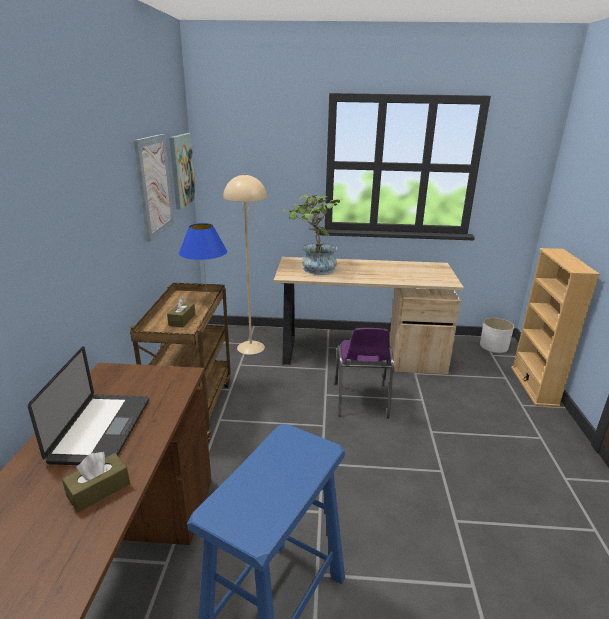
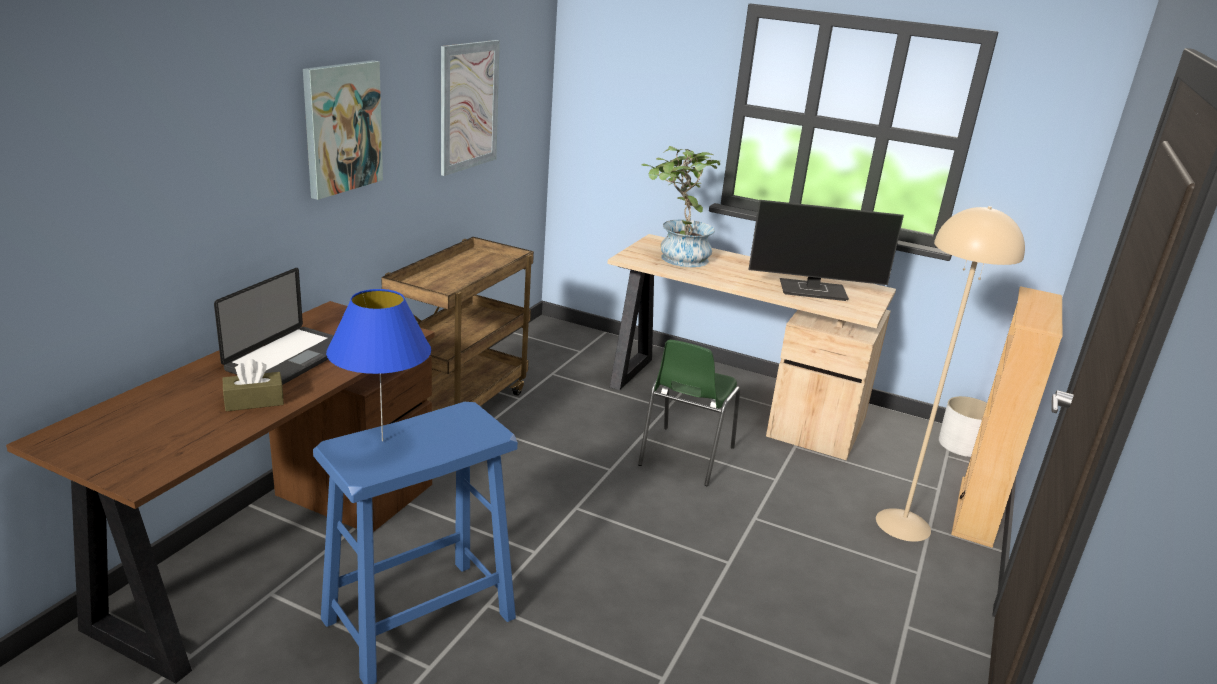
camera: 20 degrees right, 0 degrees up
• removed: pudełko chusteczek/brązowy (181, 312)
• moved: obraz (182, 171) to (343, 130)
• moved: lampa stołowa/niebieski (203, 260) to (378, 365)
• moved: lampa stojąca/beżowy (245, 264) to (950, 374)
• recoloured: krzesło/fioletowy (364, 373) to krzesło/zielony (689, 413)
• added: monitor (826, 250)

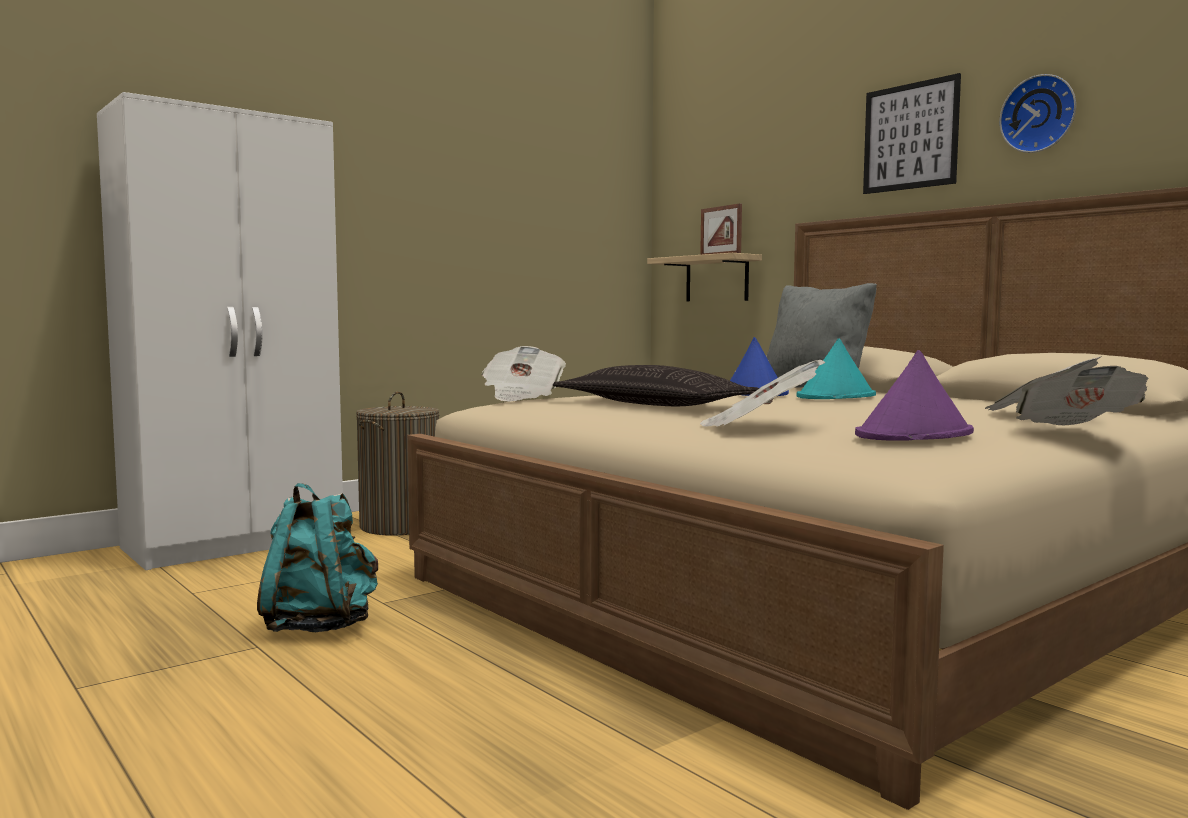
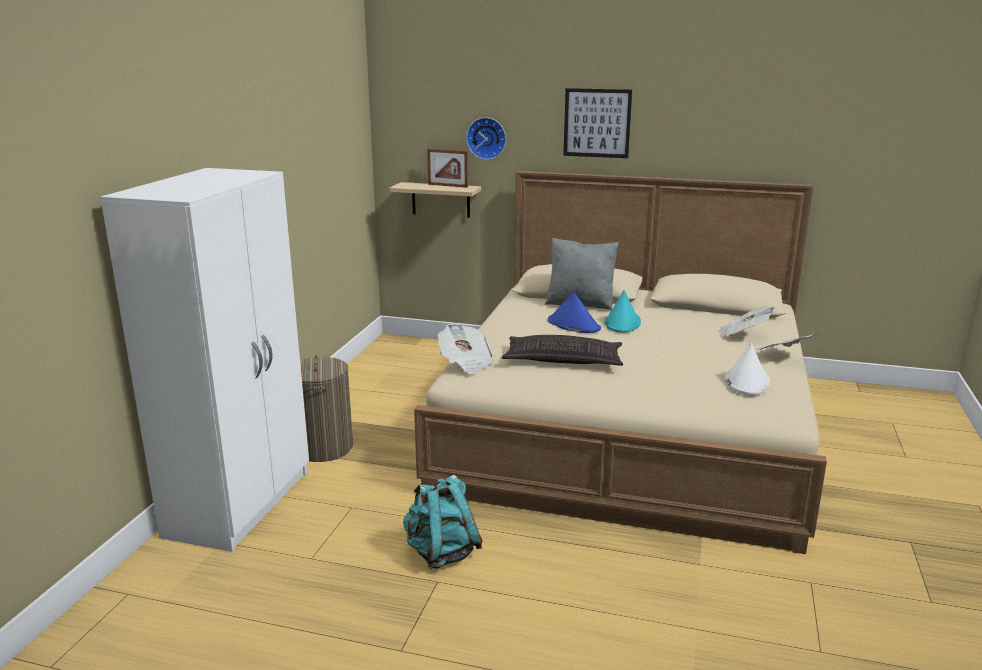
camera: 35 degrees left, 15 degrees up
• removed: gazeta (762, 393)
• recoloured: kapelusz/fioletowy (914, 395) to kapelusz/biały (747, 369)
• moved: zegar ścienny (1037, 113) to (486, 138)

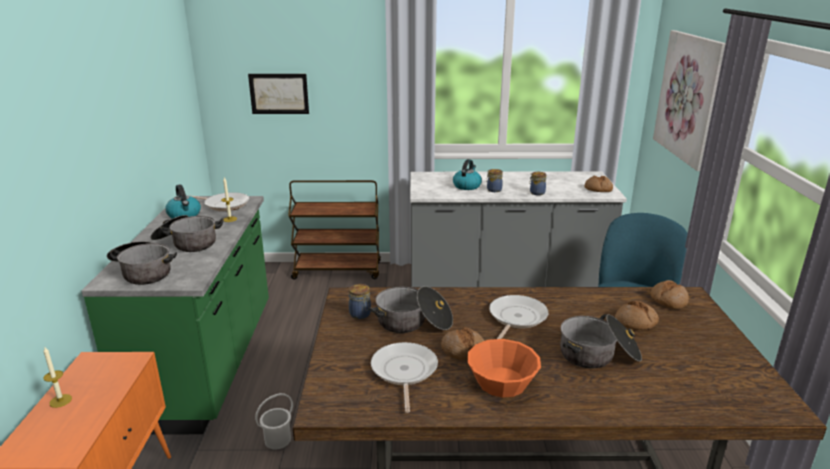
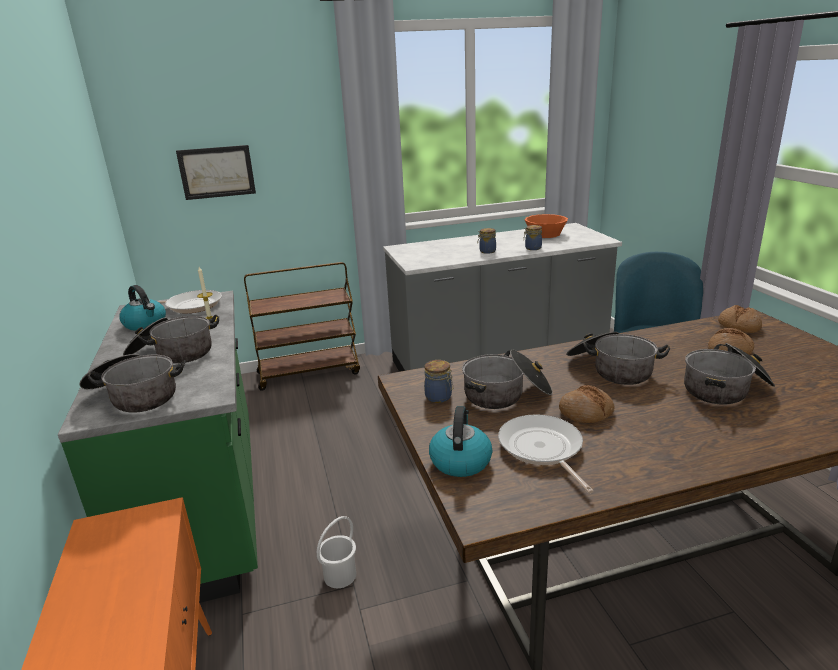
camera: 15 degrees left, 0 degrees up
• removed: świeca (57, 377)
• moved: czajnik (467, 174) to (460, 441)
• moved: miska/pomarańczowy (504, 368) to (546, 226)
• replaced: patelnia (518, 317) to garnek (618, 358)
• removed: chleb (598, 183)
• removed: obraz (689, 100)

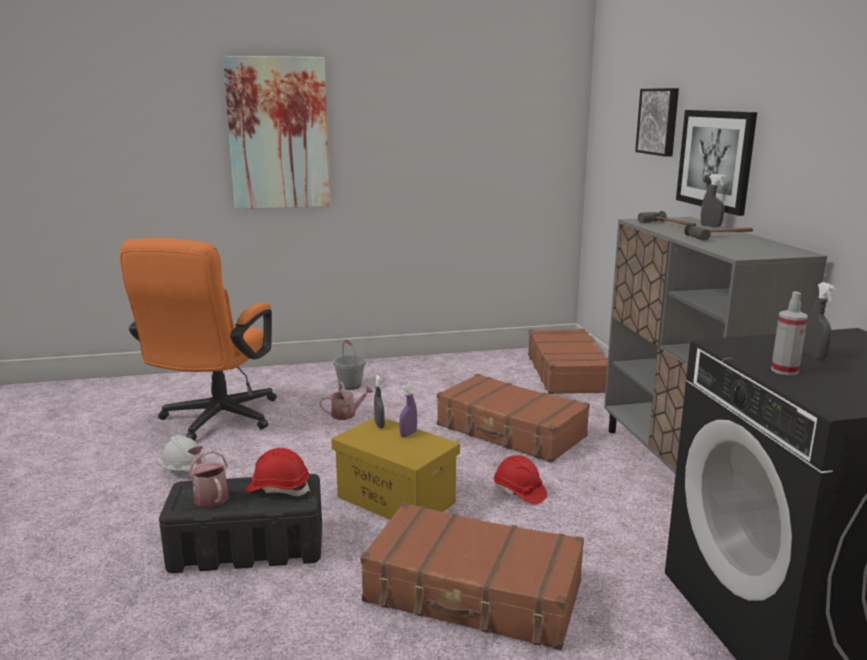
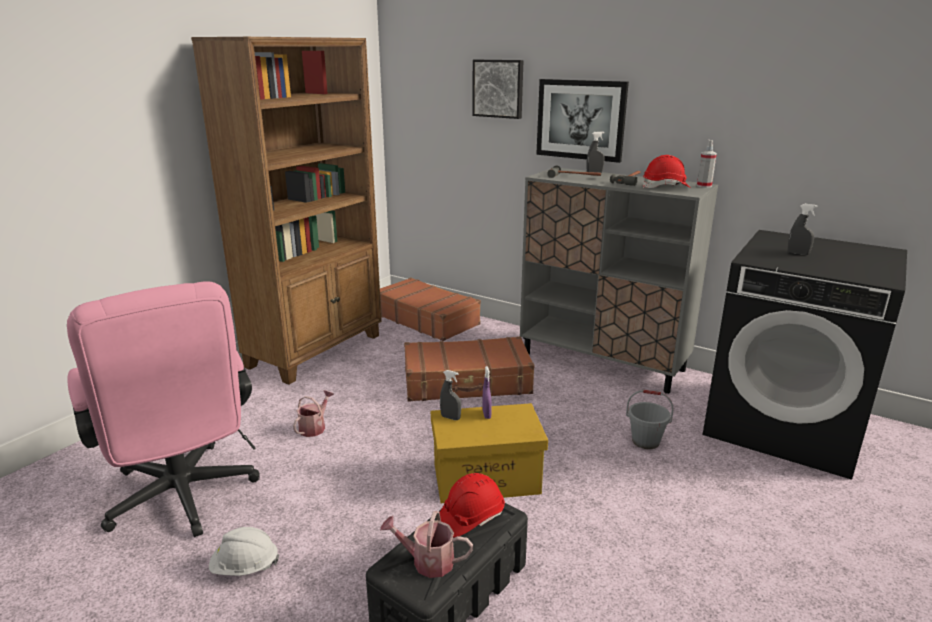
camera: 45 degrees left, 5 degrees up
• recoloured: krzesło biurowe/pomarańczowy (198, 339) to krzesło biurowe/różowy (163, 409)
• removed: obraz (277, 132)
• moved: wiadro/szary (349, 365) to (650, 419)
• removed: walizka/brązowy (472, 576)
• moved: kask/czerwony (520, 479) to (665, 171)
• moved: spryskiwacz (789, 333) to (707, 164)
• added: regał/brązowy (286, 211)

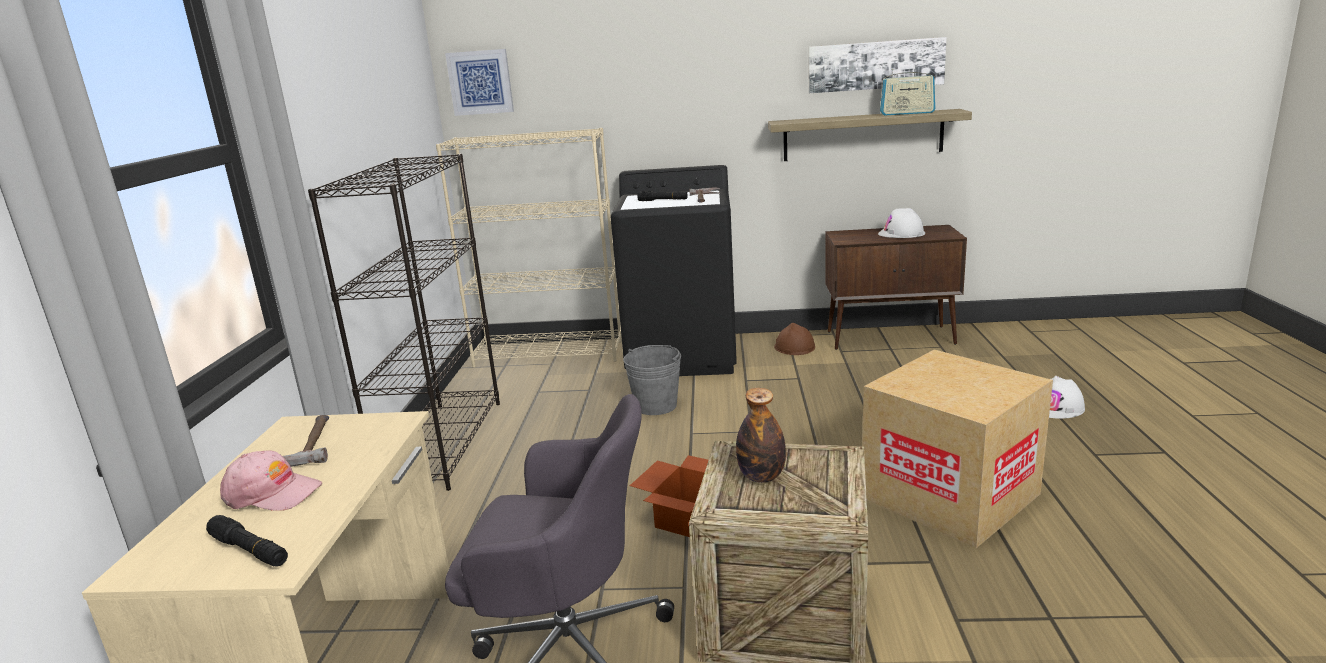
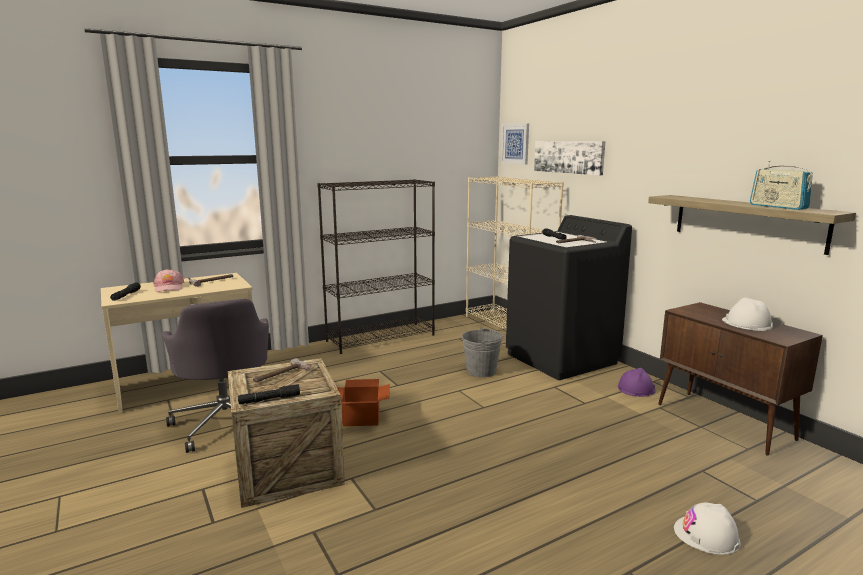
camera: 55 degrees right, 5 degrees down
• replaced: butelka (761, 435) to młotek (282, 370)
• recoloured: kask/brązowy (794, 339) to kask/fioletowy (637, 382)
• moved: obraz (877, 65) to (570, 158)
• removed: karton (957, 449)
• added: latarka/czarny (269, 394)

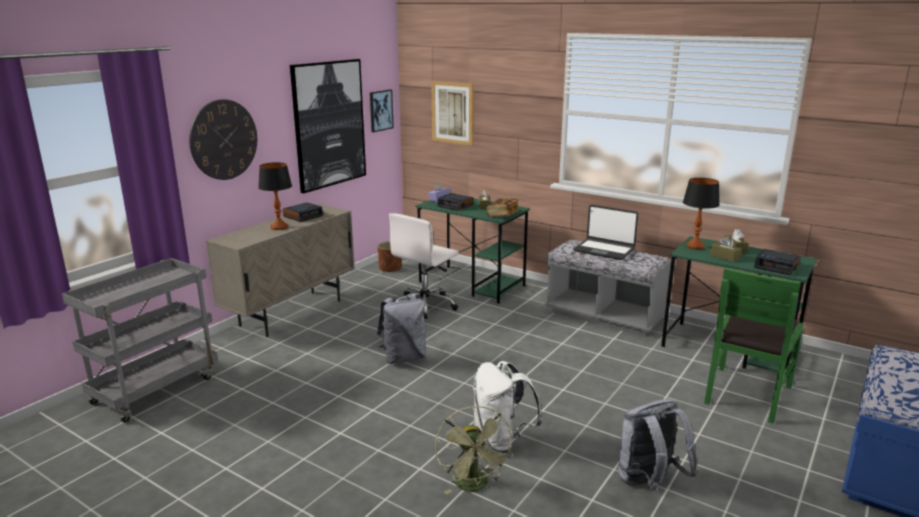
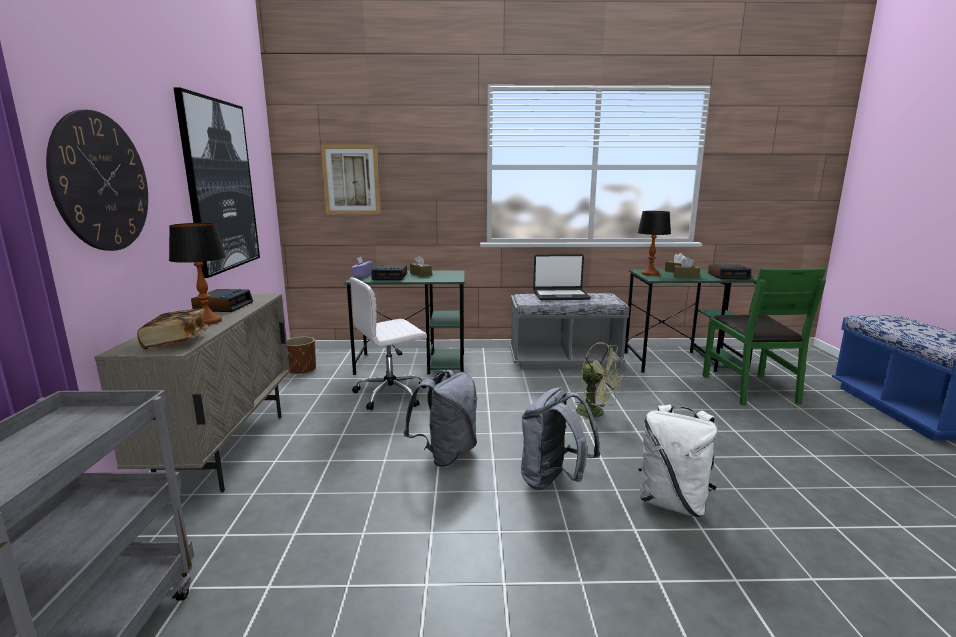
camera: 35 degrees left, 5 degrees down
• removed: obraz (382, 111)
• turned: krzesło biurowe/biały (424, 266) = (388, 344) 60 degrees clockwise
• moved: wentylator/zielony (474, 450) to (600, 382)
• moved: książka (502, 208) to (172, 328)
• moved: plecak/szary (658, 445) to (560, 438)

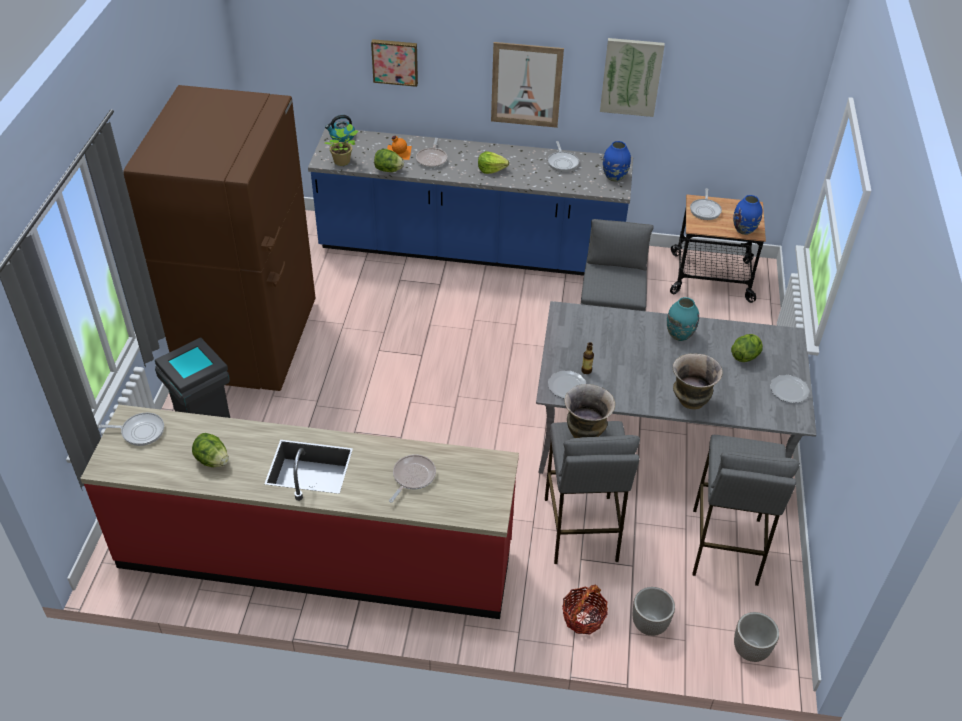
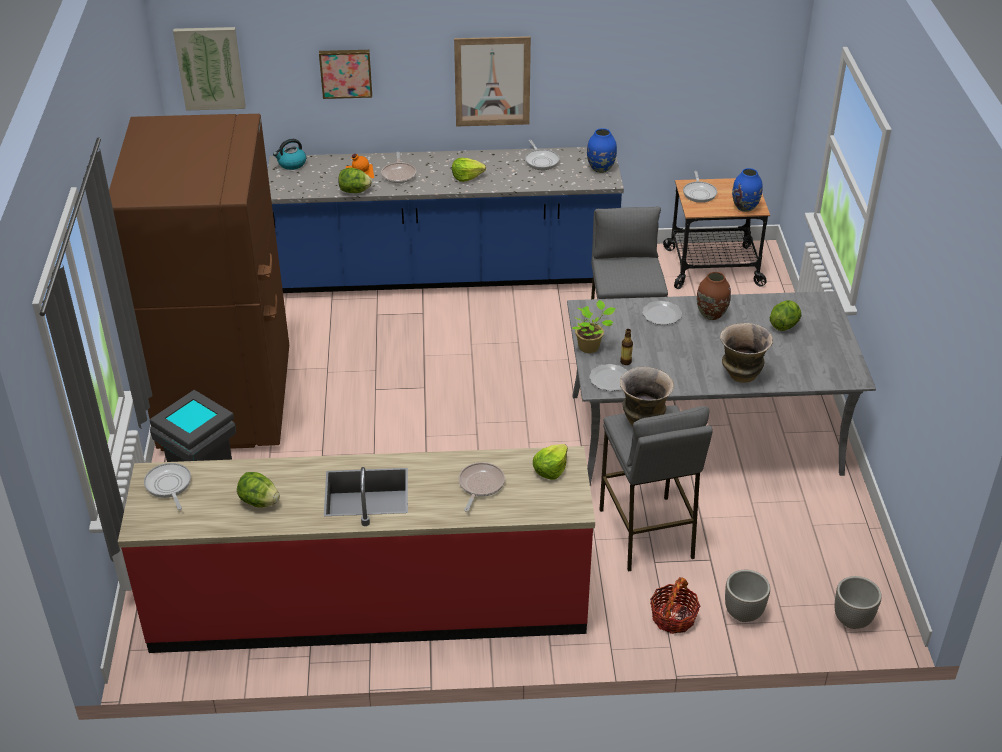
camera: 10 degrees left, 5 degrees down
• turned: patelnia (131, 429) = (167, 486) 105 degrees counterclockwise
• moved: roślina doniczkowa (341, 145) to (594, 326)
• moved: obraz (632, 77) to (209, 68)
• recoloured: wazon/turkusowy (683, 319) to wazon/brązowy (714, 296)
• removed: stołek/szary (746, 510)
• moved: talerz (790, 389) to (662, 313)
• added: sałata (550, 462)

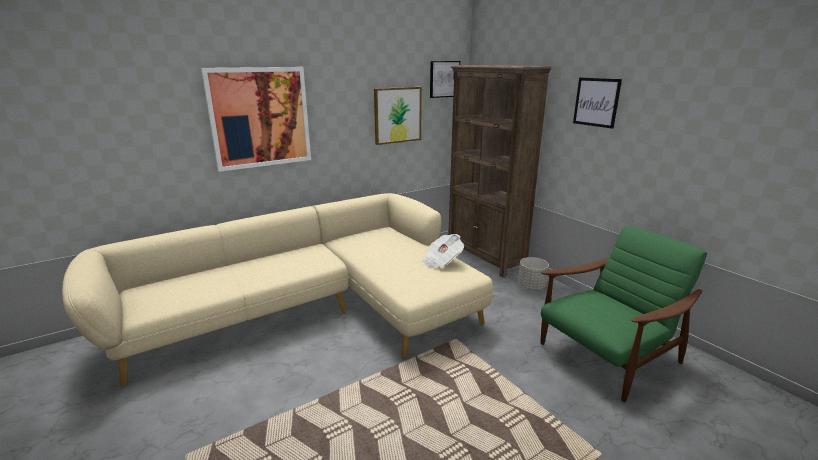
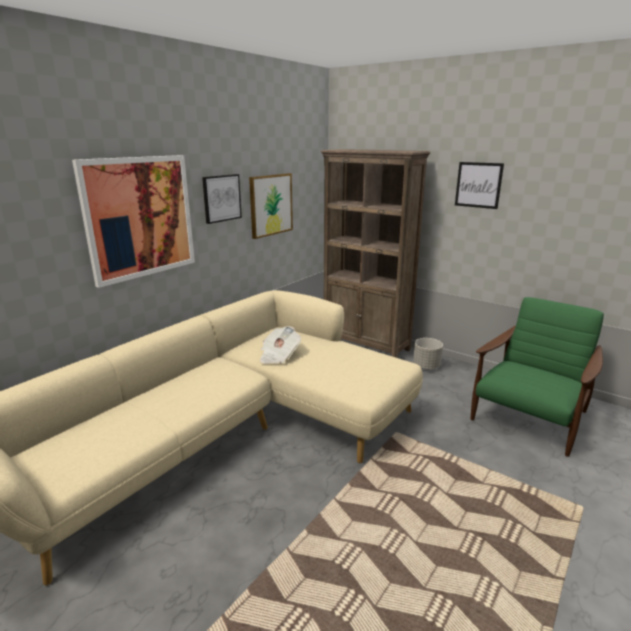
camera: 20 degrees left, 0 degrees up
• moved: gazeta (442, 251) to (280, 345)
• moved: obraz (445, 79) to (222, 199)

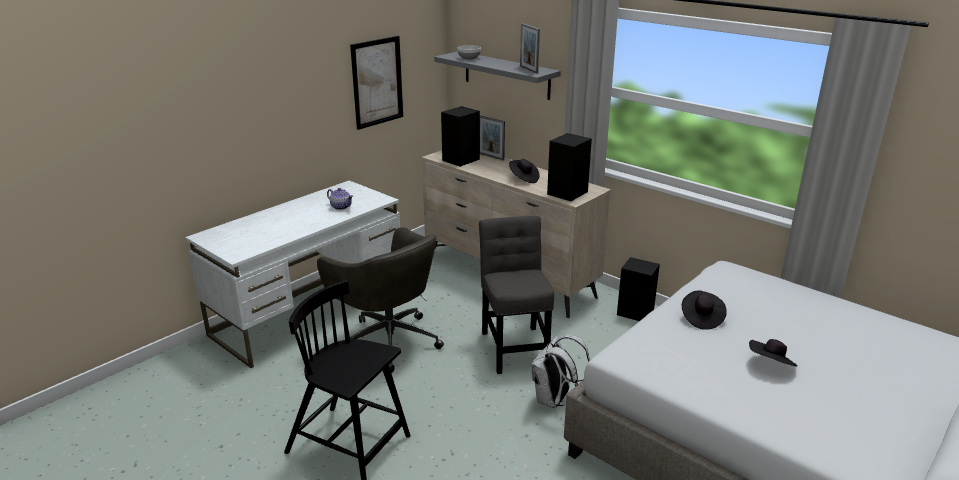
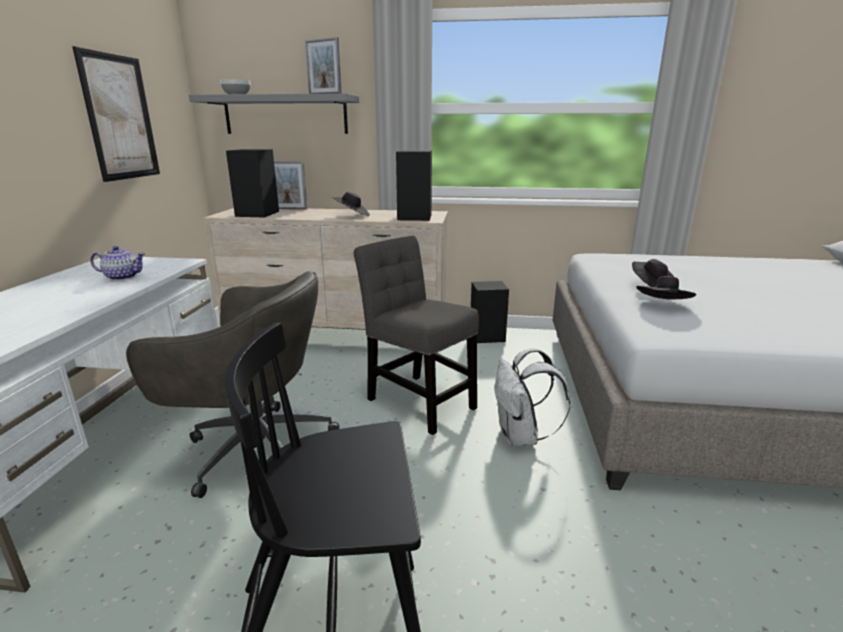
camera: 35 degrees left, 5 degrees down
• moved: kapelusz/czarny (773, 353) to (666, 288)

